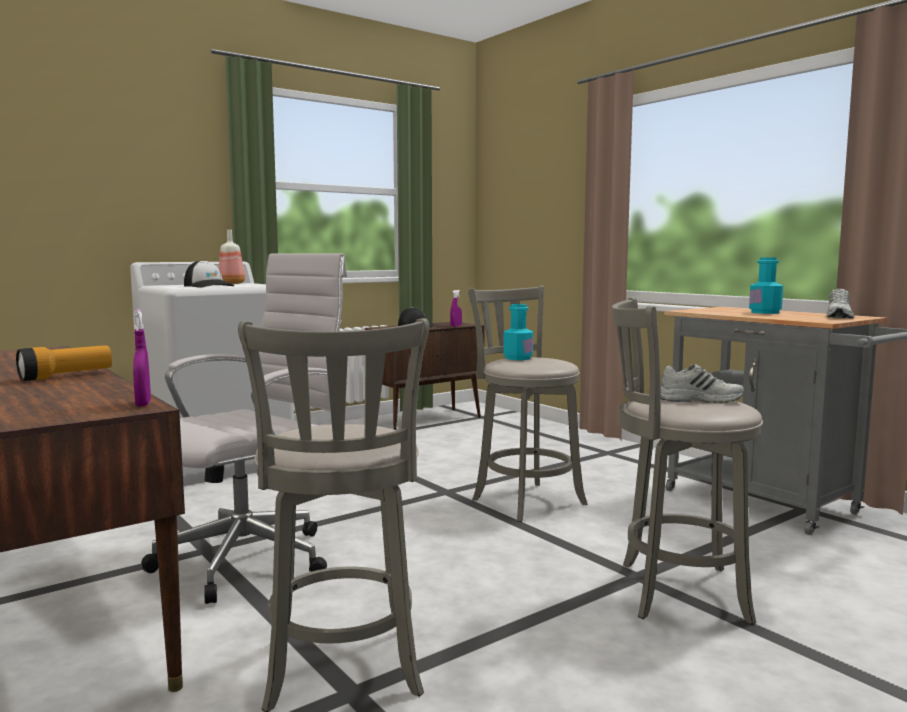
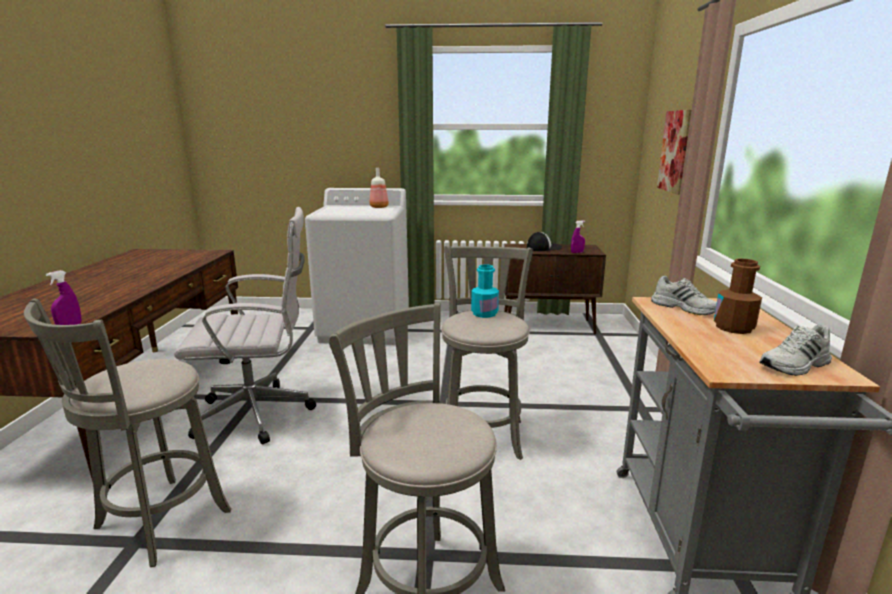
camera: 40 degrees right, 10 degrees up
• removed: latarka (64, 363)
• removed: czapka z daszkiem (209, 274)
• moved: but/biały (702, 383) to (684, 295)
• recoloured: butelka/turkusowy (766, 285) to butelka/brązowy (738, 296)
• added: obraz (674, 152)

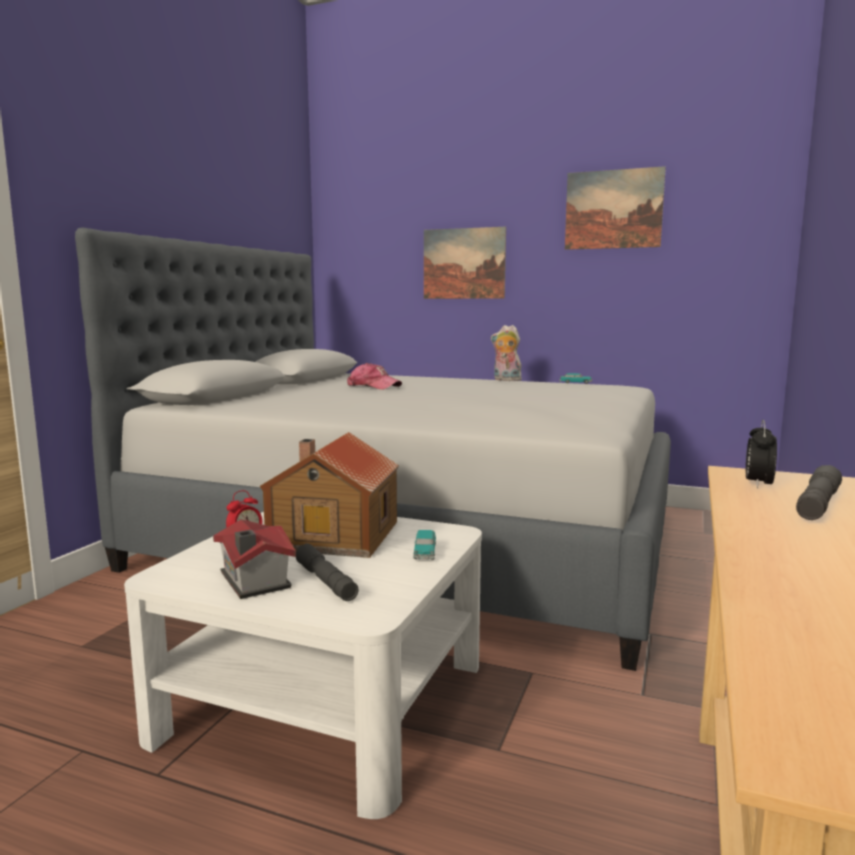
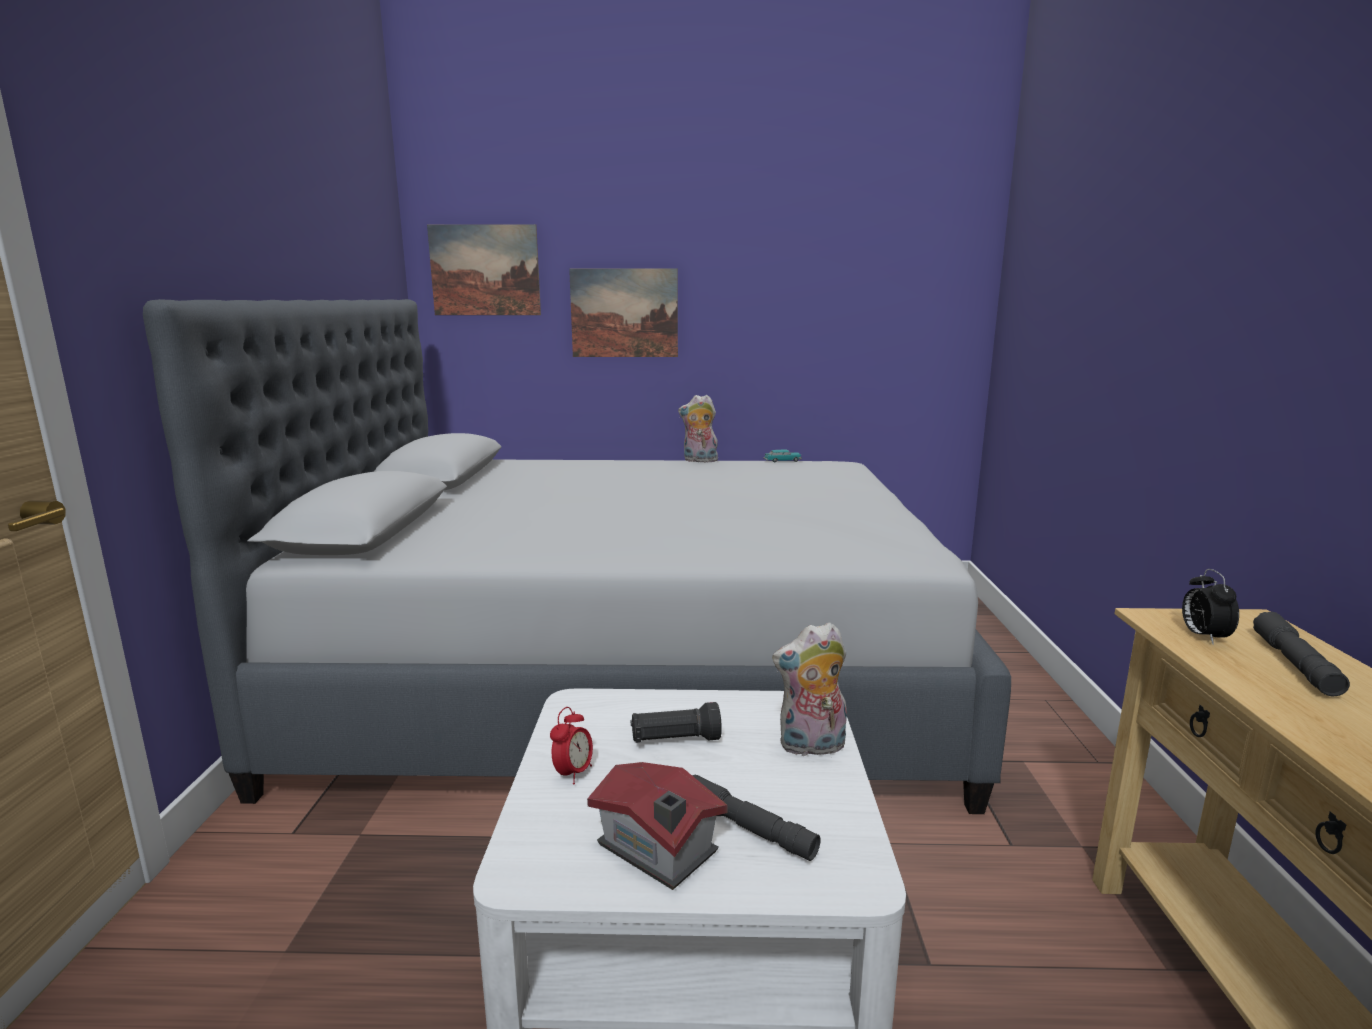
camera: 20 degrees left, 5 degrees up
• replaced: domek (329, 495) to latarka/czarny (676, 722)
• removed: czapka z daszkiem (374, 376)
• replaced: samochodzik (424, 545) to pluszak (809, 689)
• moved: obraz (615, 208) to (484, 269)

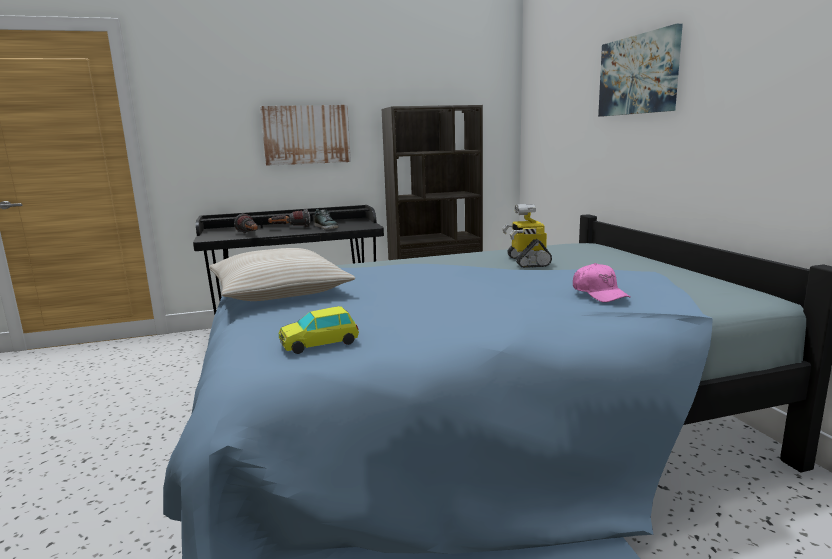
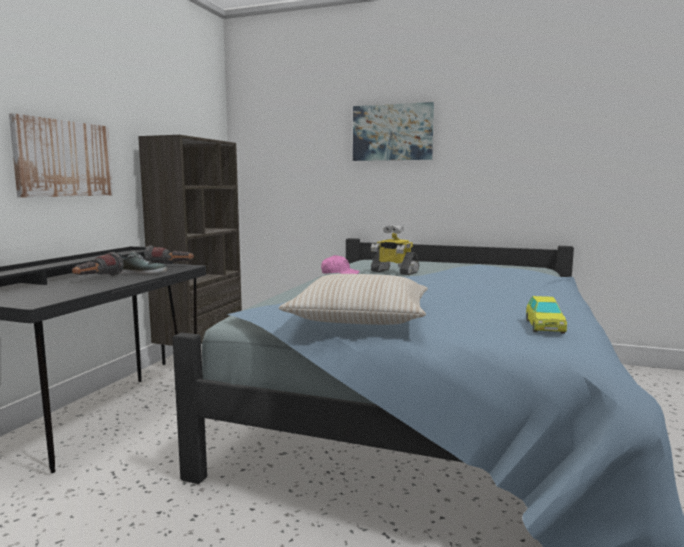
camera: 55 degrees left, 5 degrees down
• moved: latarka (246, 223) to (169, 254)
• moved: czapka z daszkiem/różowy (602, 282) to (340, 264)

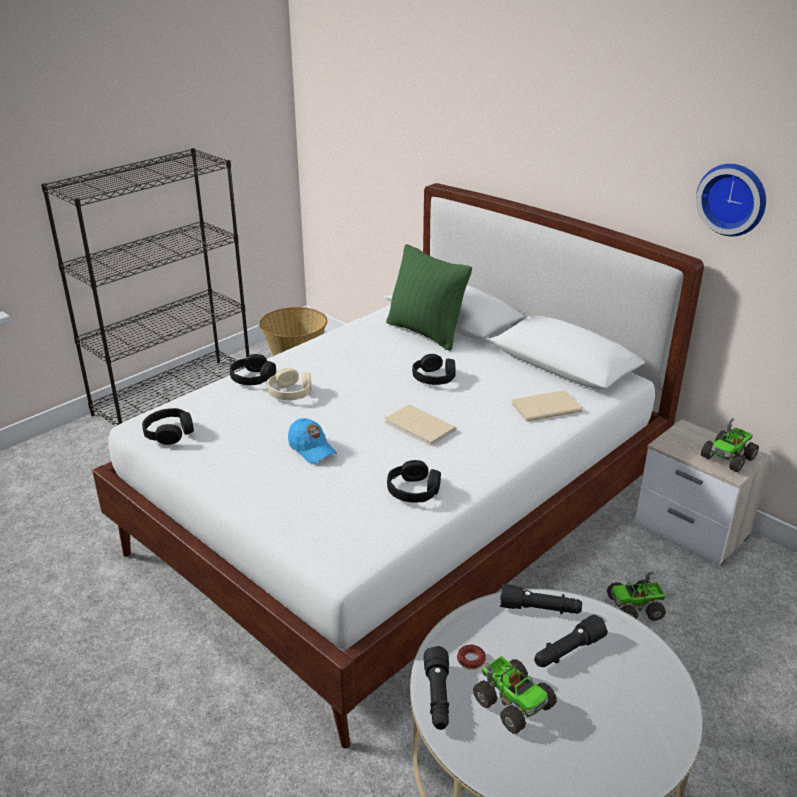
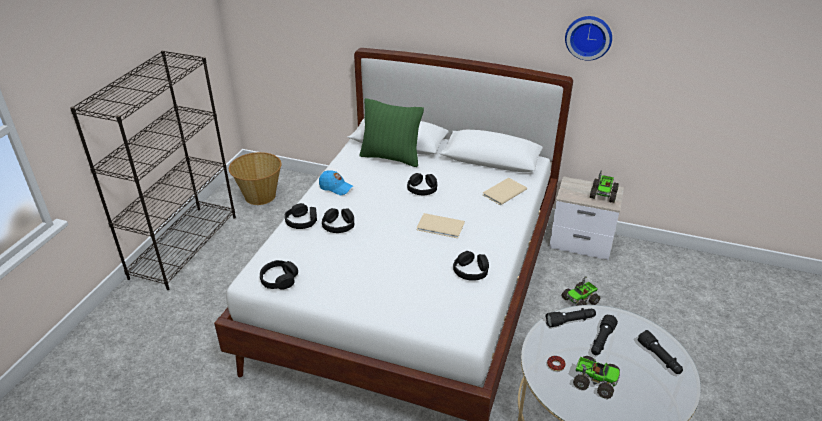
camera: 25 degrees left, 5 degrees up
• recoloured: słuchawki/beżowy (289, 384) to słuchawki/czarny (338, 220)
• moved: czapka z daszkiem/niebieski (312, 440) to (336, 182)
• moved: latarka/czarny (436, 688) to (660, 352)

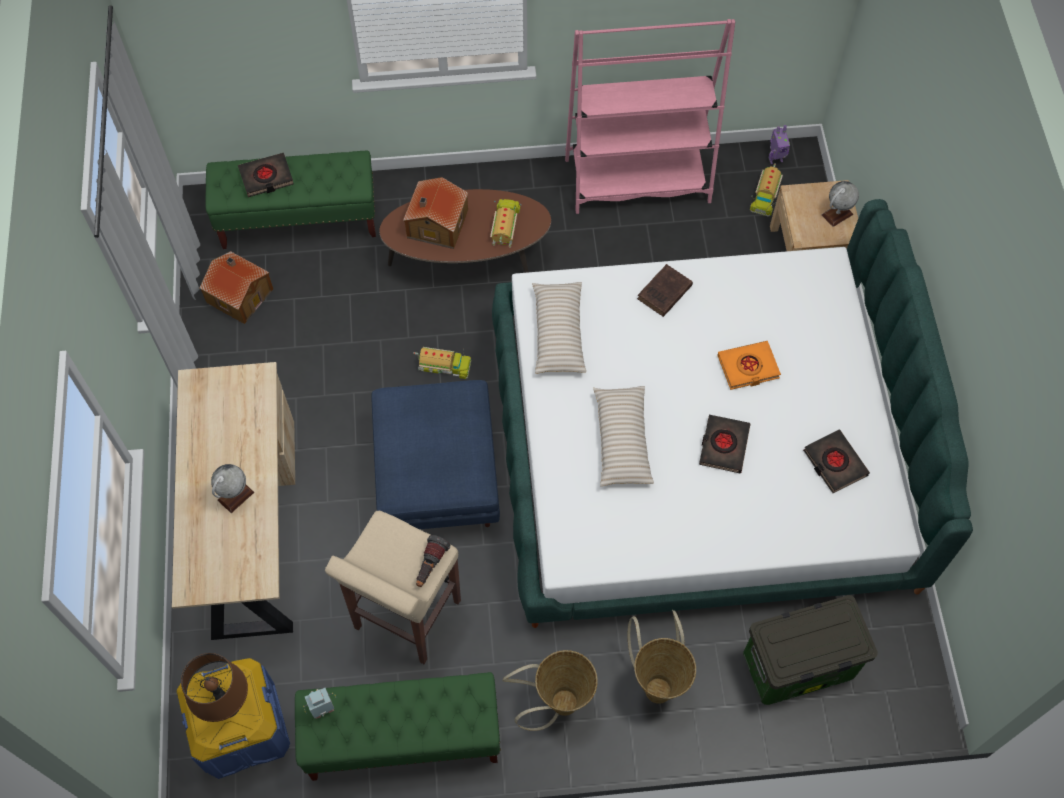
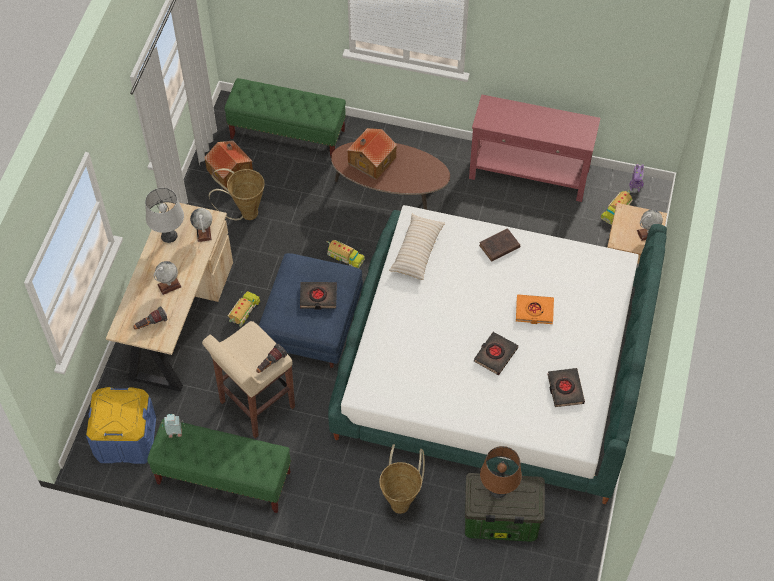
camera: 20 degrees right, 5 degrees down
• moved: lampa stołowa/brązowy (214, 687) to (501, 472)
• moved: książka/czarny (266, 175) to (318, 296)
• moved: ciężarówka zabawkowa (505, 223) to (244, 309)
• moved: koszyk (550, 690) to (237, 194)
• replaced: regał/różowy (650, 116) to stolik konsolowy/czerwony (534, 148)
• removed: poduszka/beżowy (623, 436)
• added: latarka (150, 318)
• added: lampa stołowa/szary (164, 215)
• added: globus (201, 225)

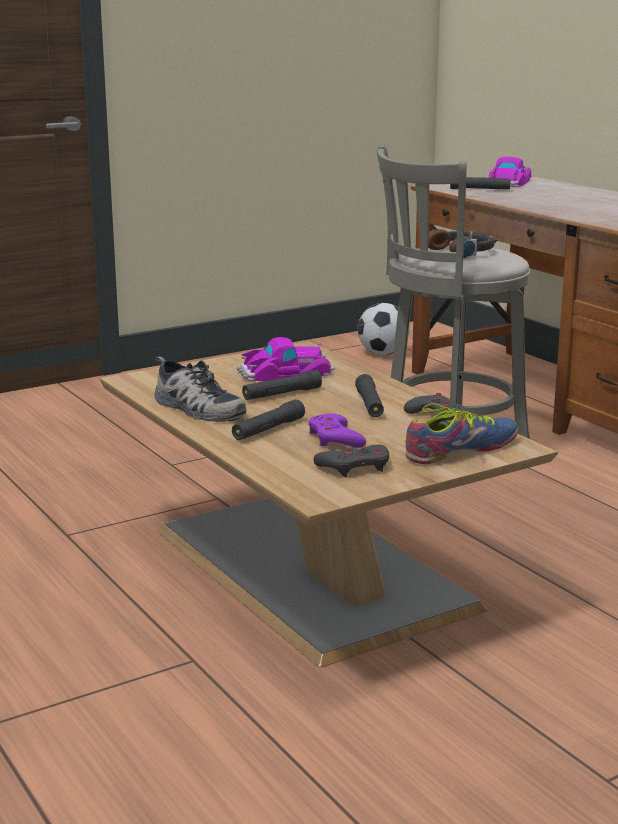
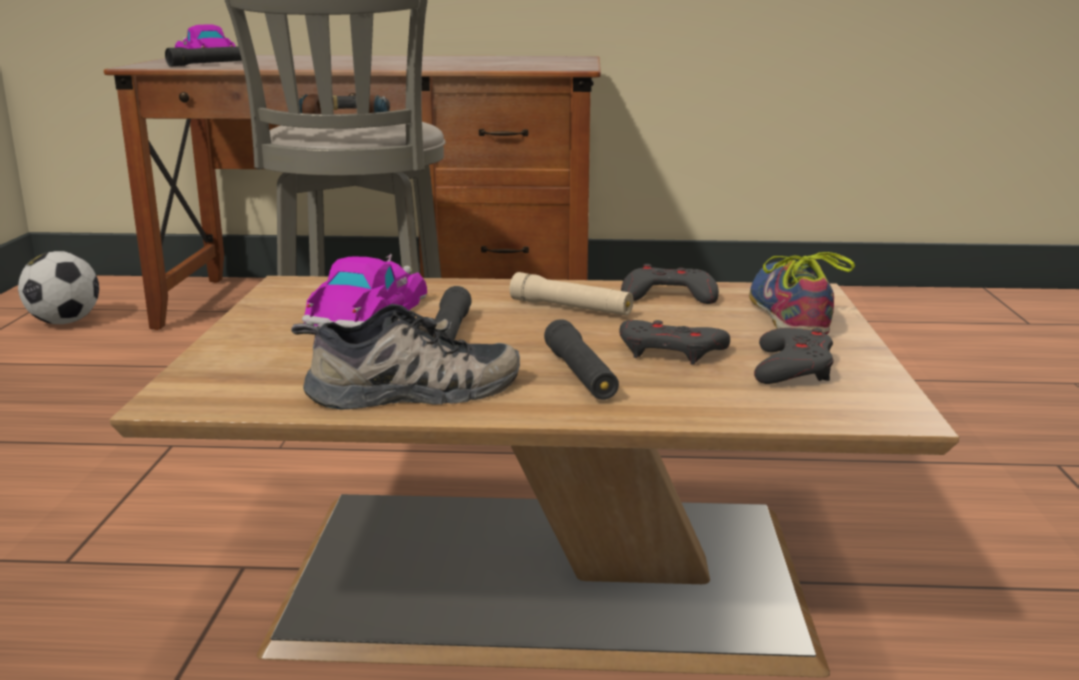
camera: 55 degrees left, 0 degrees up
• recoloured: pad do gier/fioletowy (337, 431) to pad do gier/szary (674, 342)
• recoloured: latarka/czarny (369, 395) to latarka/beżowy (571, 294)

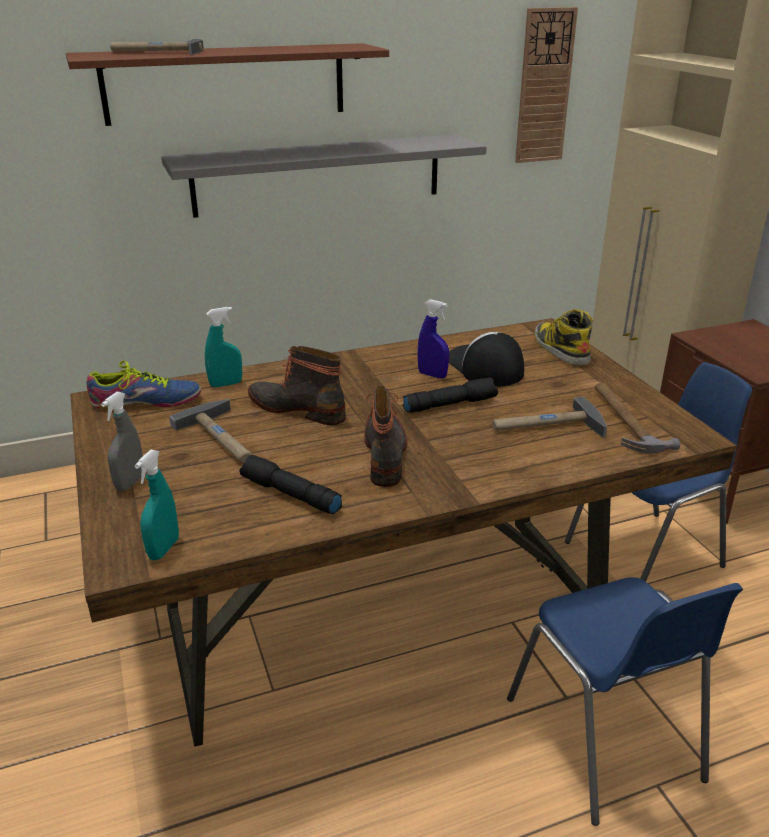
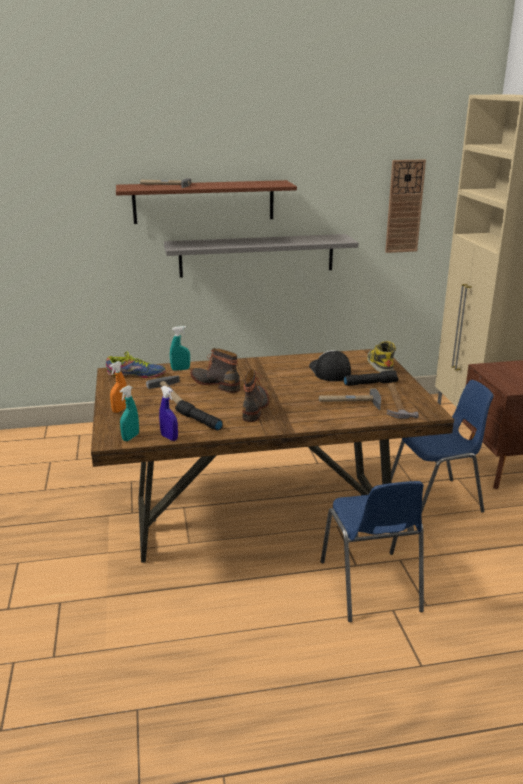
camera: 10 degrees right, 5 degrees down
• recoloured: spryskiwacz/szary (122, 441) to spryskiwacz/pomarańczowy (118, 387)
• moved: latarka/czarny (450, 395) to (371, 378)
• moved: spryskiwacz/niebieski (433, 339) to (168, 413)

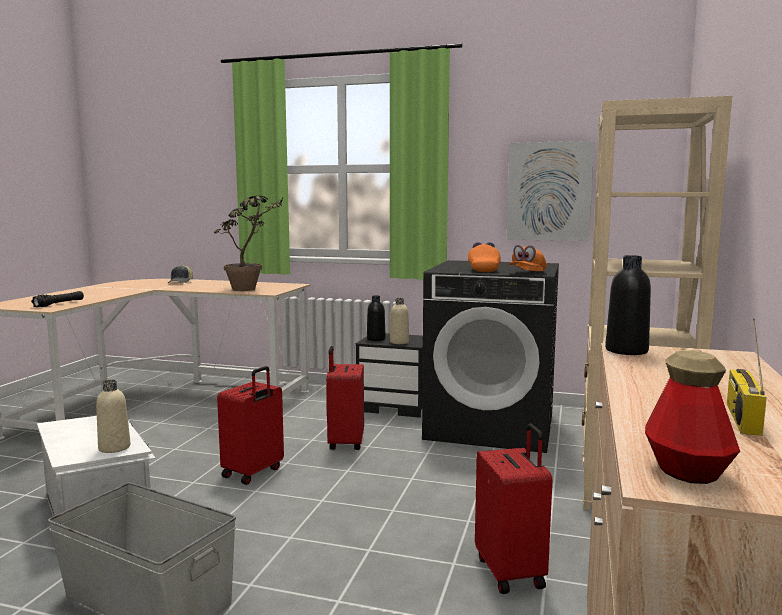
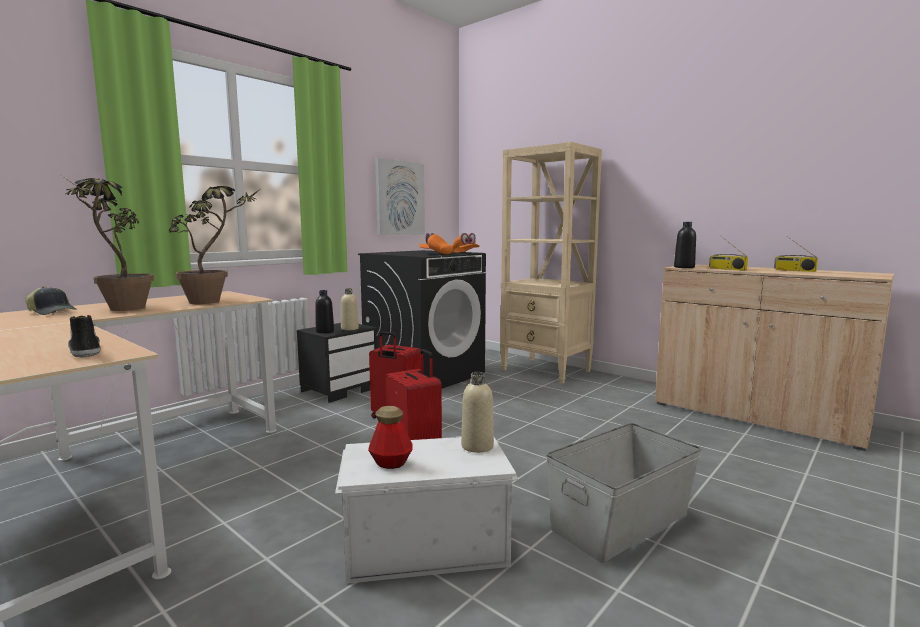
camera: 65 degrees left, 0 degrees up
• replaced: latarka/czarny (57, 299) to but (84, 336)
• removed: walizka/czerwony (513, 509)
• moved: butelka (692, 417) to (390, 437)
• added: roślina doniczkowa (108, 243)
• added: radio (728, 253)

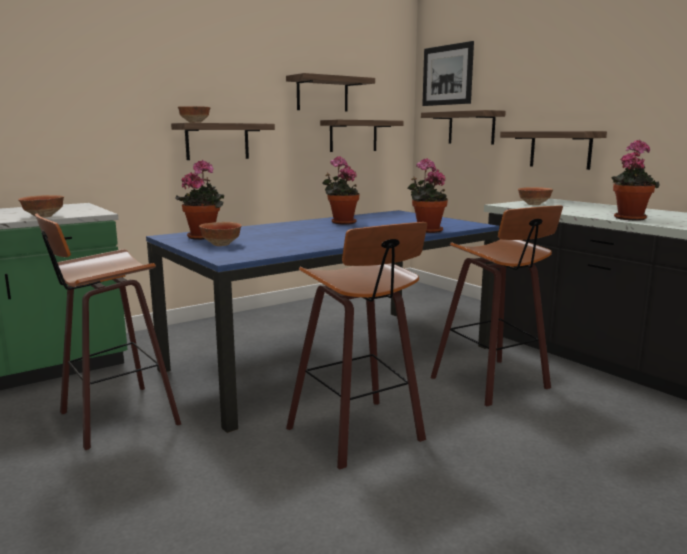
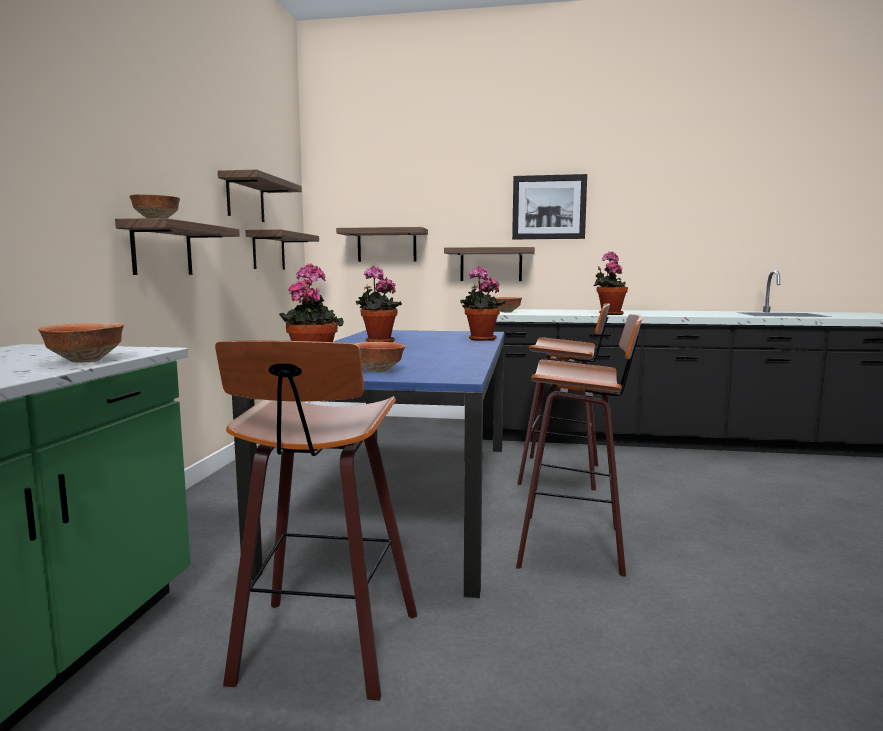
camera: 45 degrees left, 5 degrees down
• moved: obraz (448, 73) to (549, 206)

